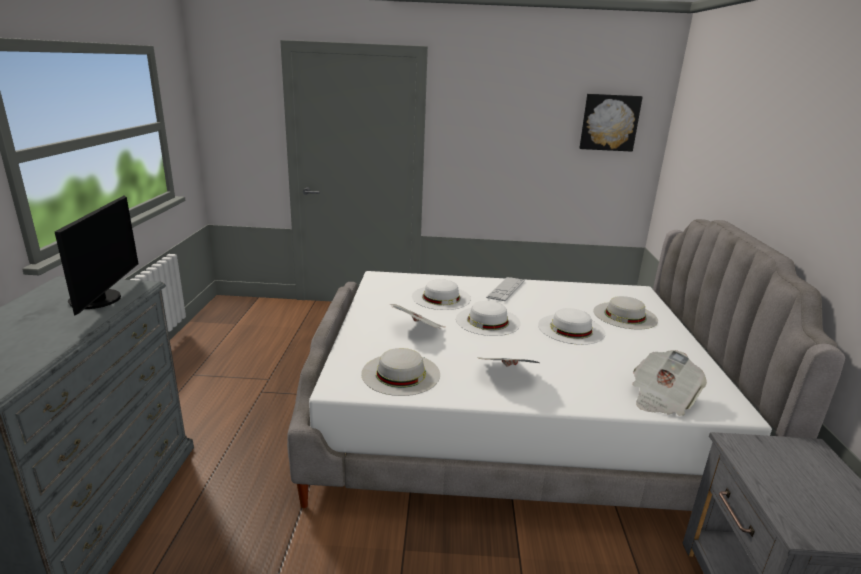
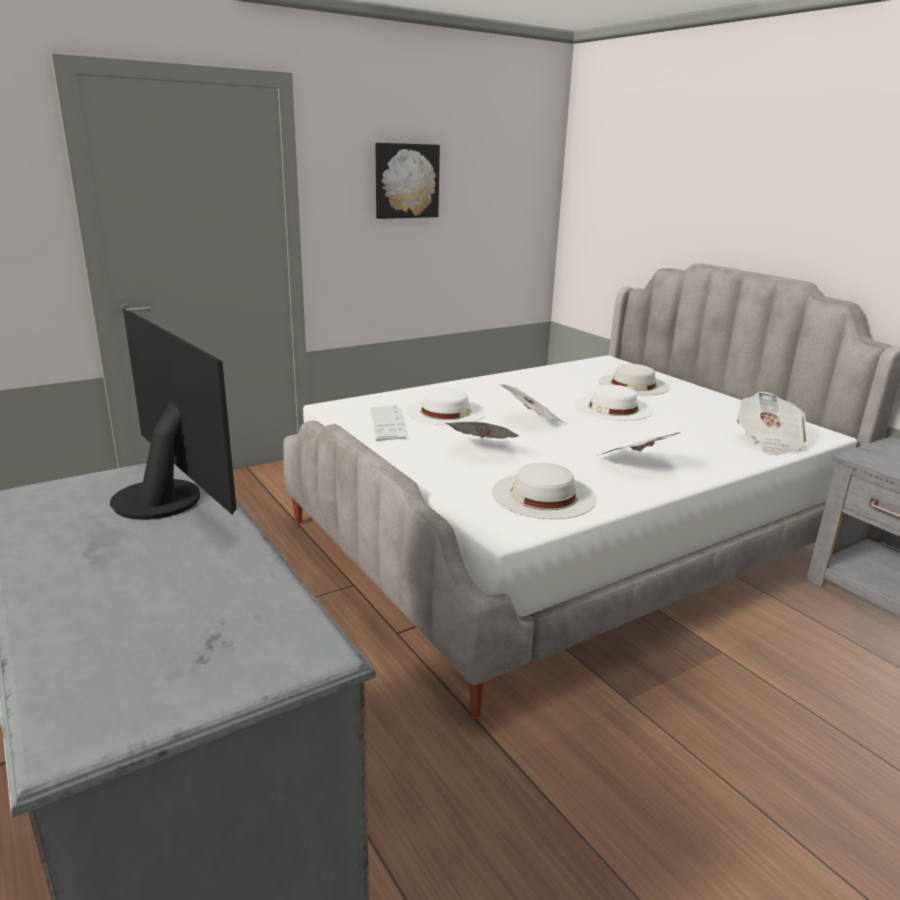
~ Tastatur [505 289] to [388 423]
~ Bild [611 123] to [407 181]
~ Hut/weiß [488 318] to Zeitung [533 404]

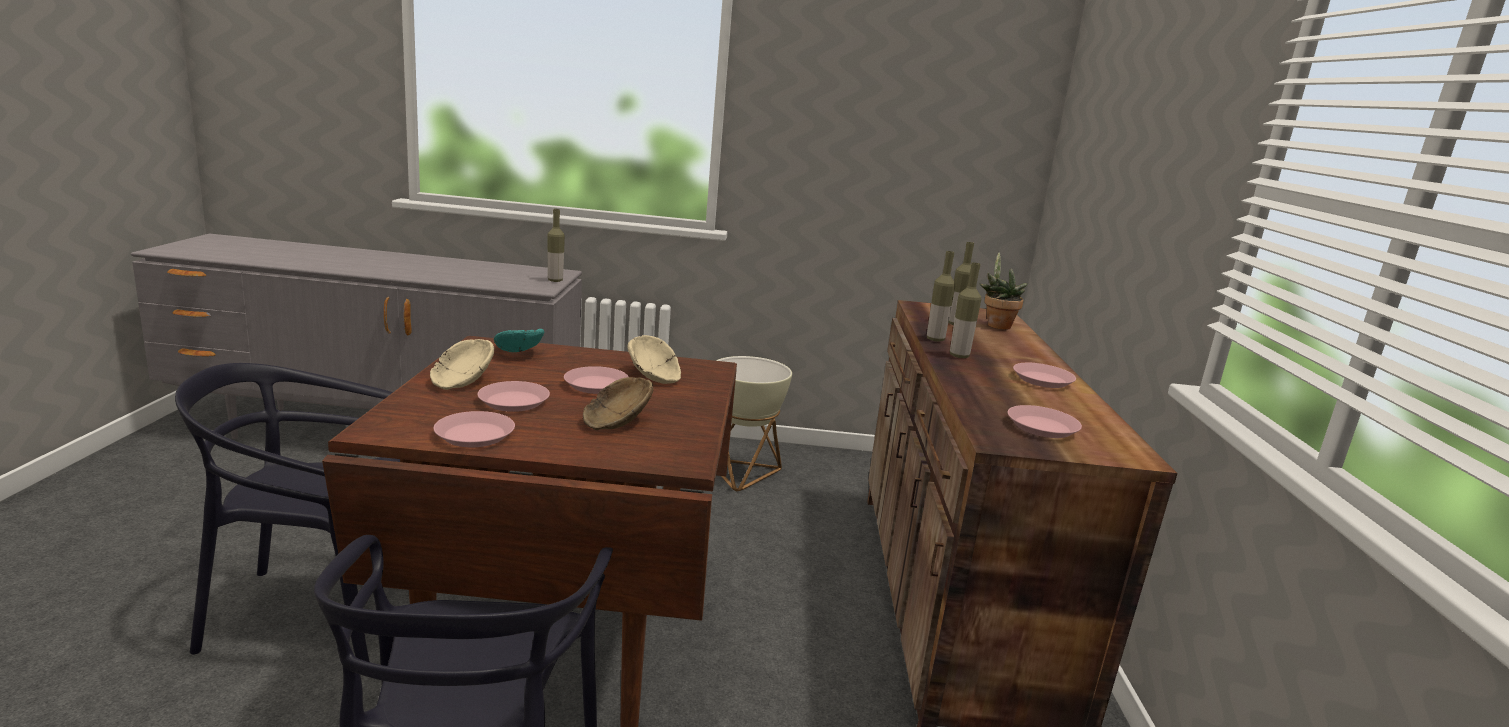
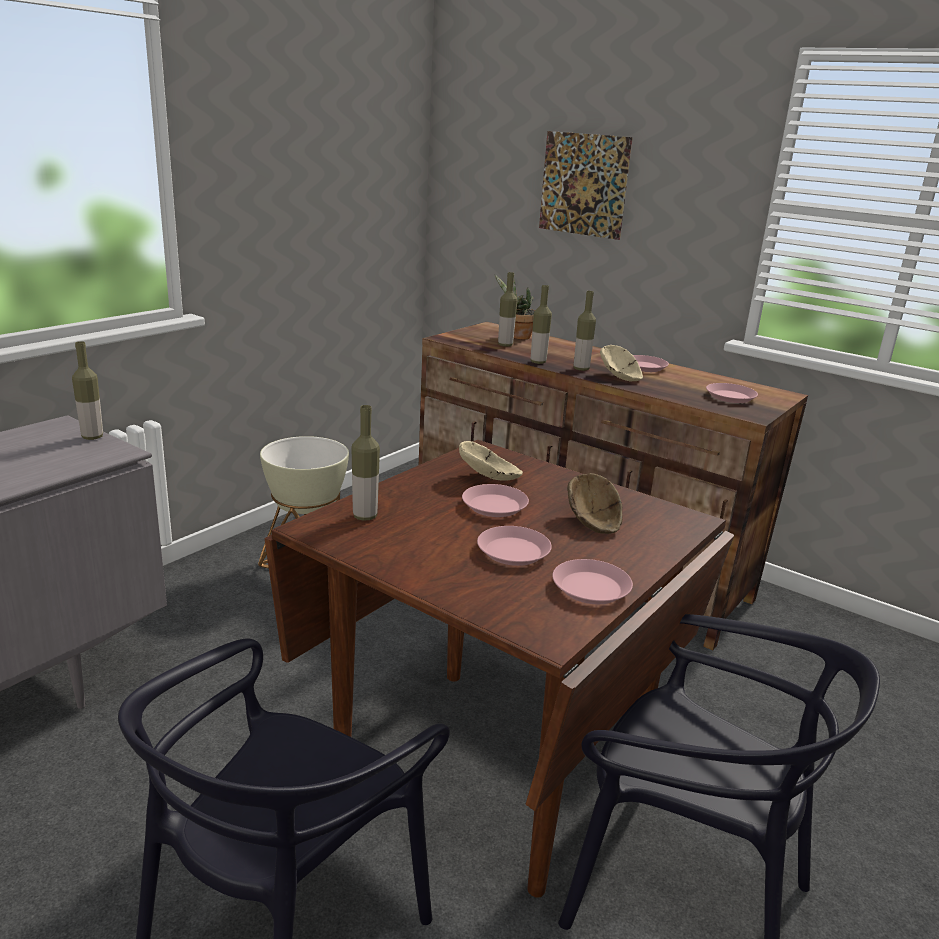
+ Bild [586 185]
~ Schüssel/beige [462 364] to [621 363]
~ Schüssel/türkis [519 340] to Flasche [366 463]

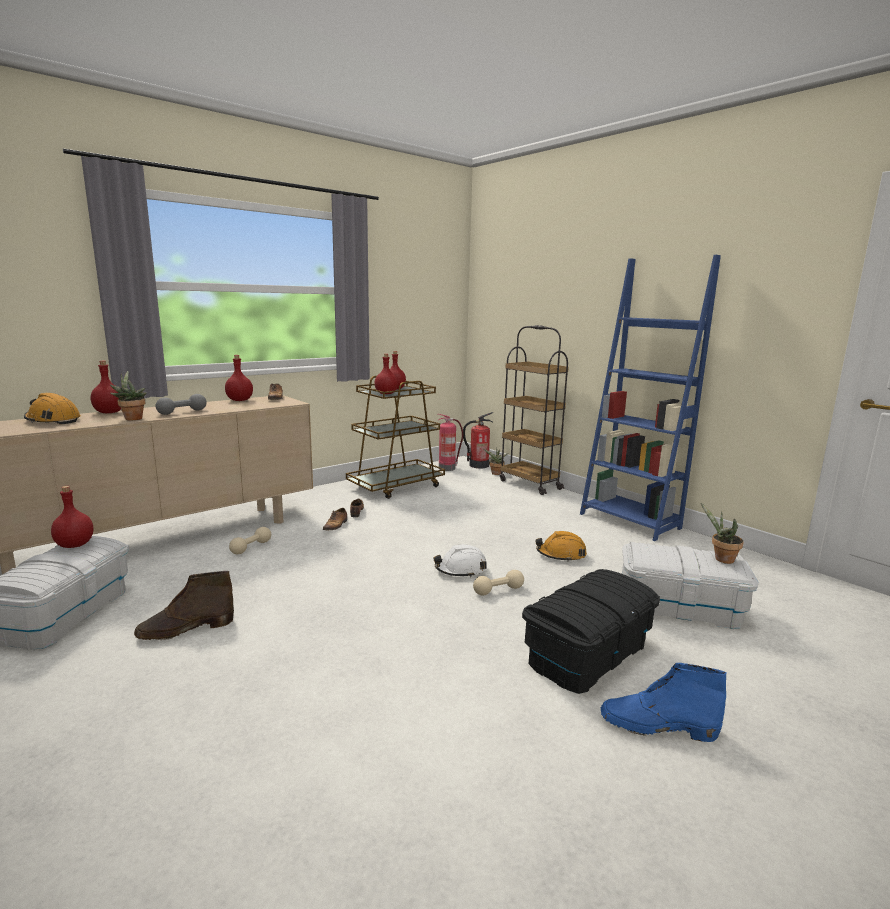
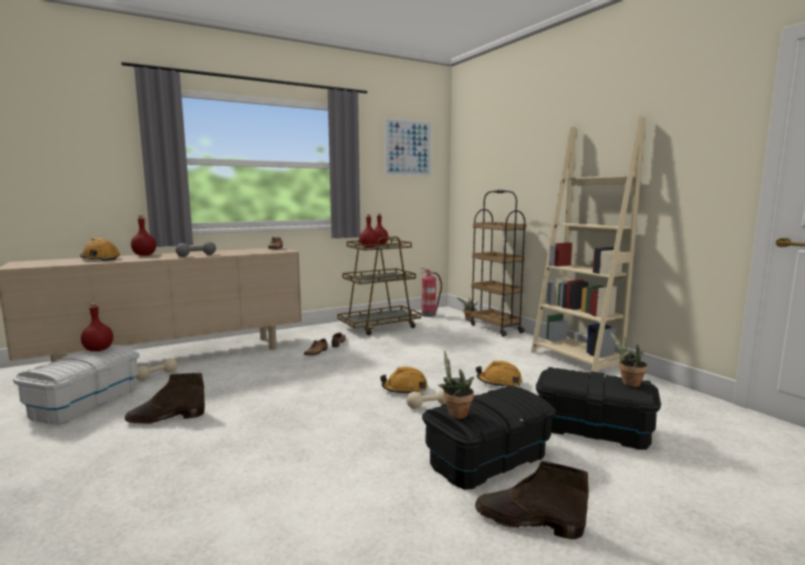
- Flasche/rot [239 378]
- Feuerlöscher [478 440]
+ Bild [408 147]
~ Topfpflanze [128 395] to [456 385]
~ Hantel/beige [250 540] to [156 369]
~ Schutzhelm/weiß [460 561] to Schutzhelm/orange [404 380]
~ Bücherregal/blau [650 398] to Bücherregal/beige [588 244]
~ Stiefel/blau [663 702] to Stiefel/braun [532 500]
~ Aufbewahrungsbox/weiß [690 585] to Aufbewahrungsbox/schwarz [598 408]

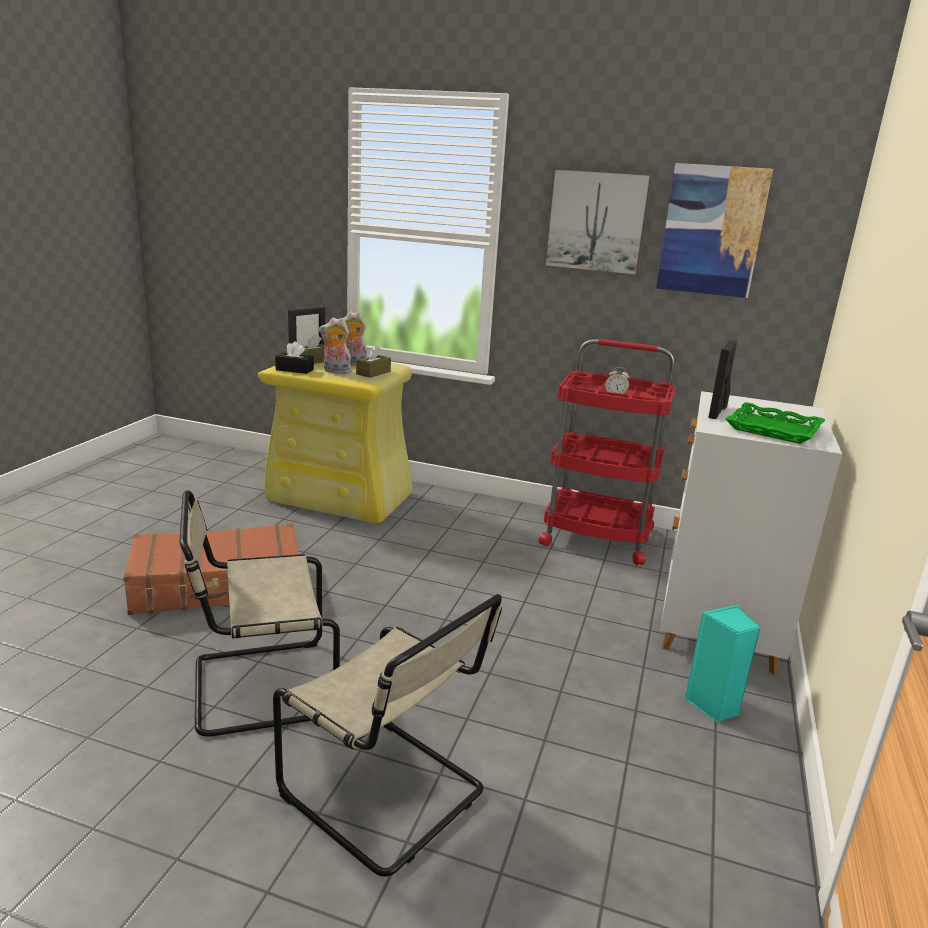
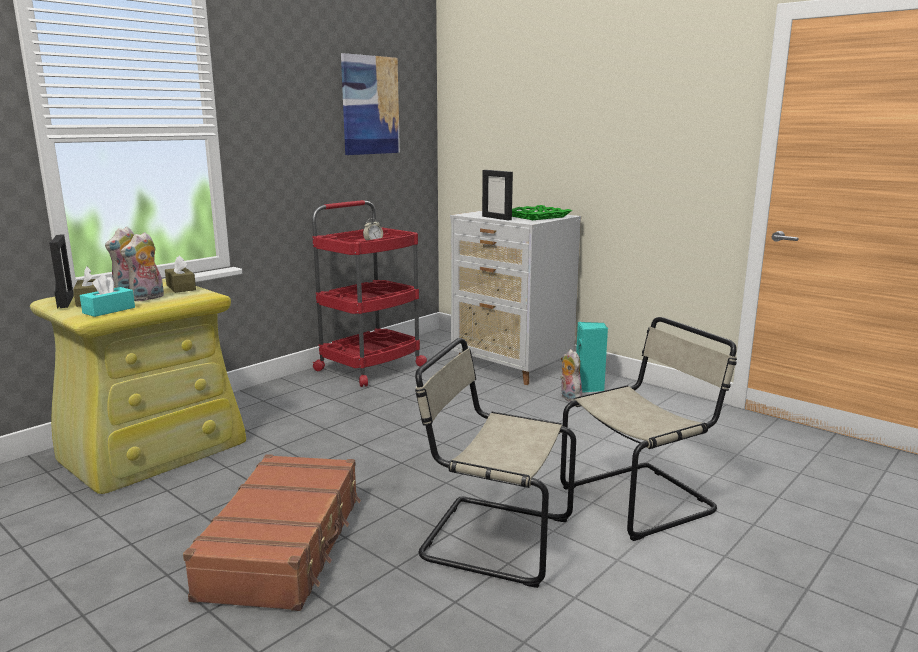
- Bild [598 222]
+ Plüschtier [571 375]
~ Taschentuchbox/schwarz [294 357] to Taschentuchbox/türkis [107 295]
~ Stuhl/beige [259 613] = [495 463] 105 degrees clockwise

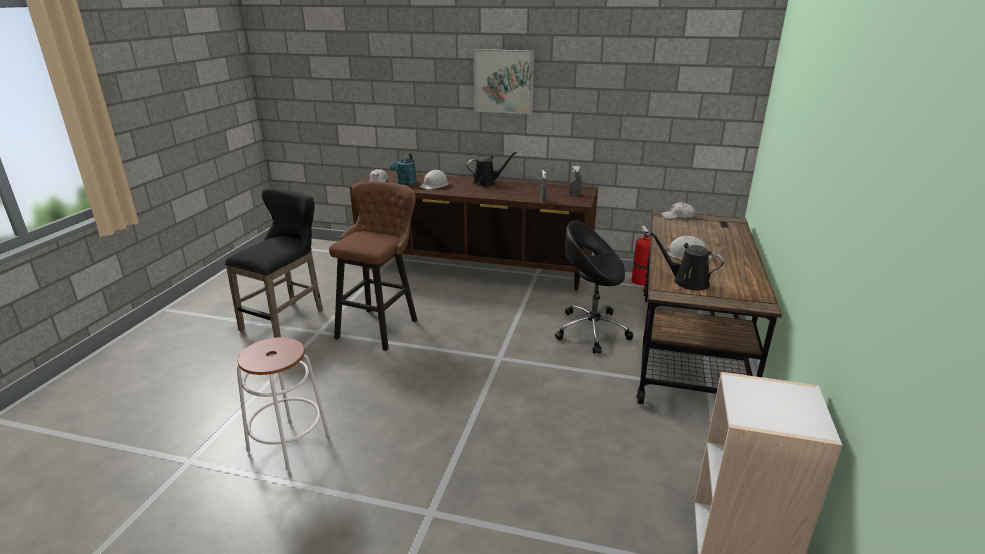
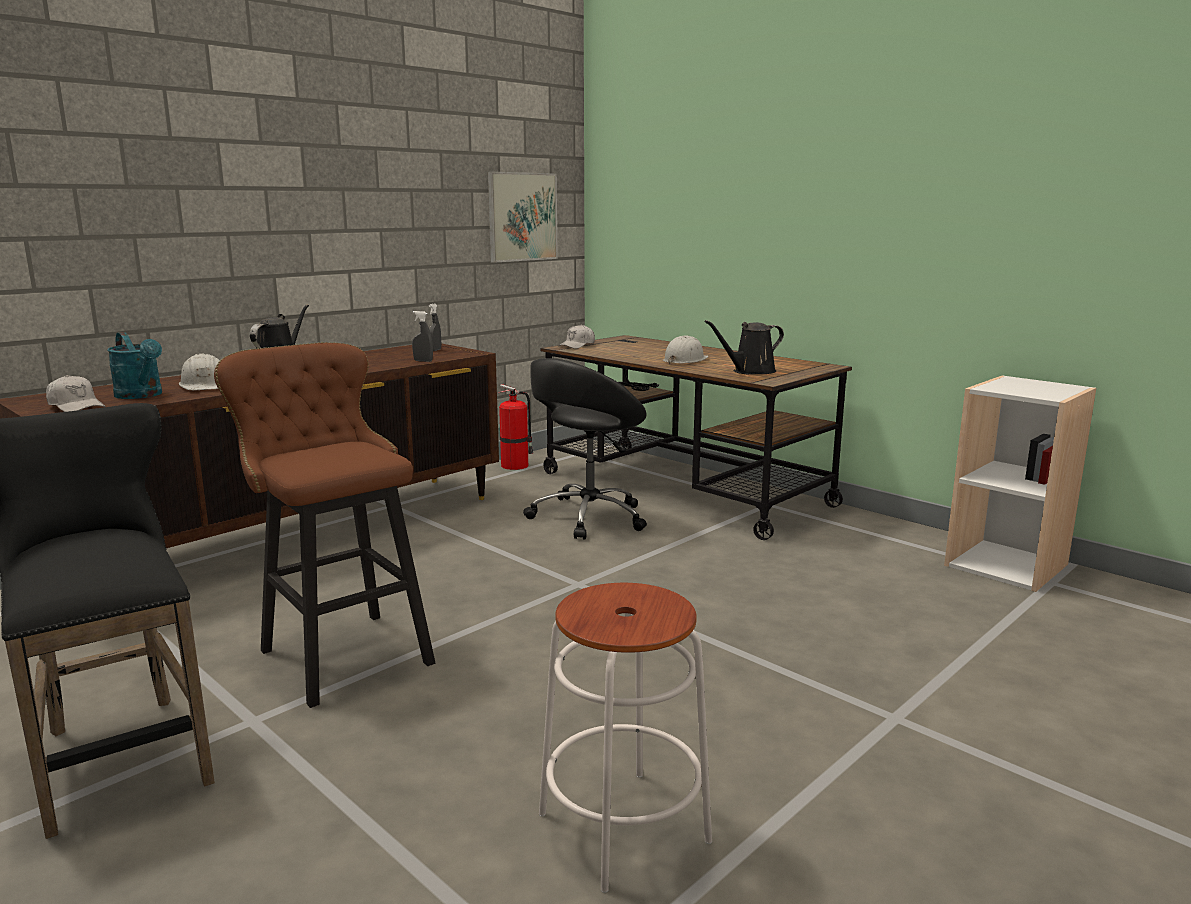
~ Bild [504 81] to [523 217]

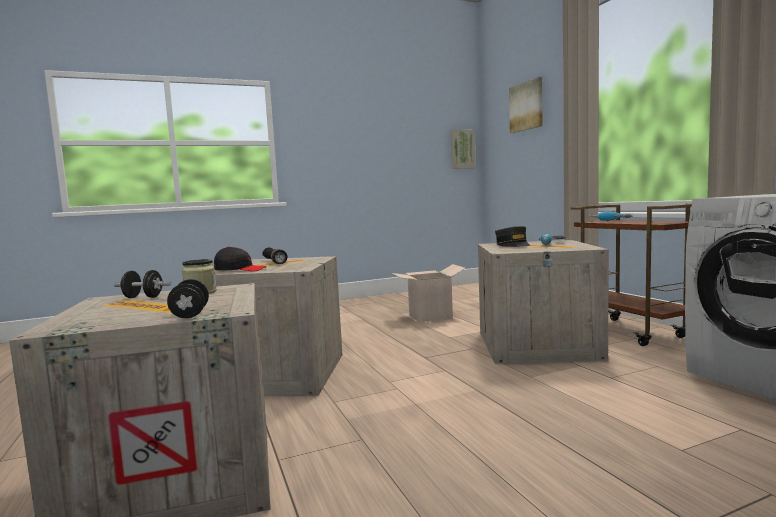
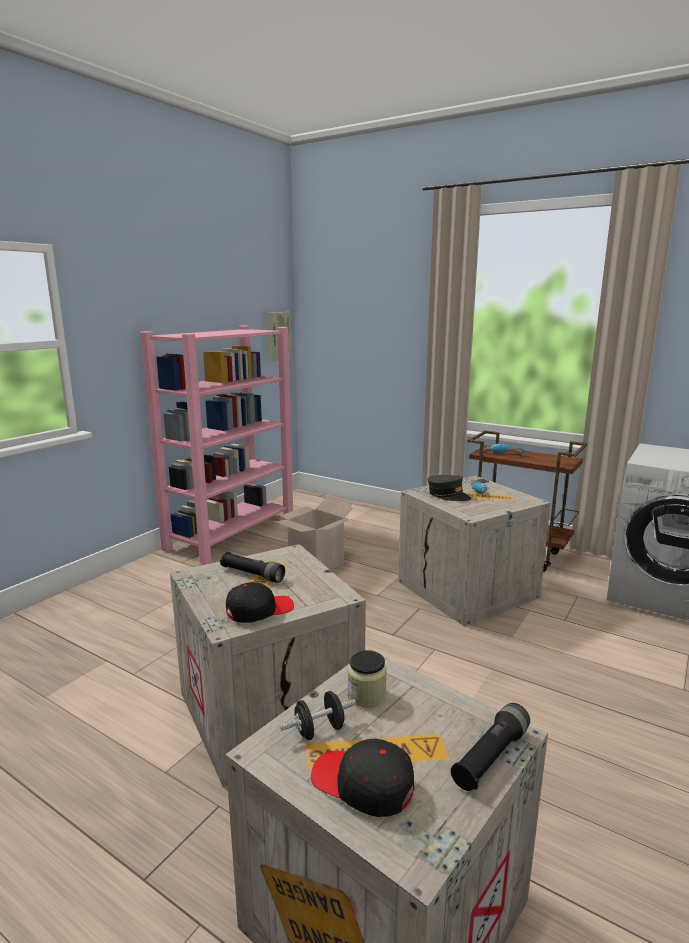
- Bild [526 105]
+ Bücherregal/rosa [216 445]
+ Kappe/schwarz [362 777]
~ Hantel/schwarz [188 298] to Taschenlampe/schwarz [490 747]

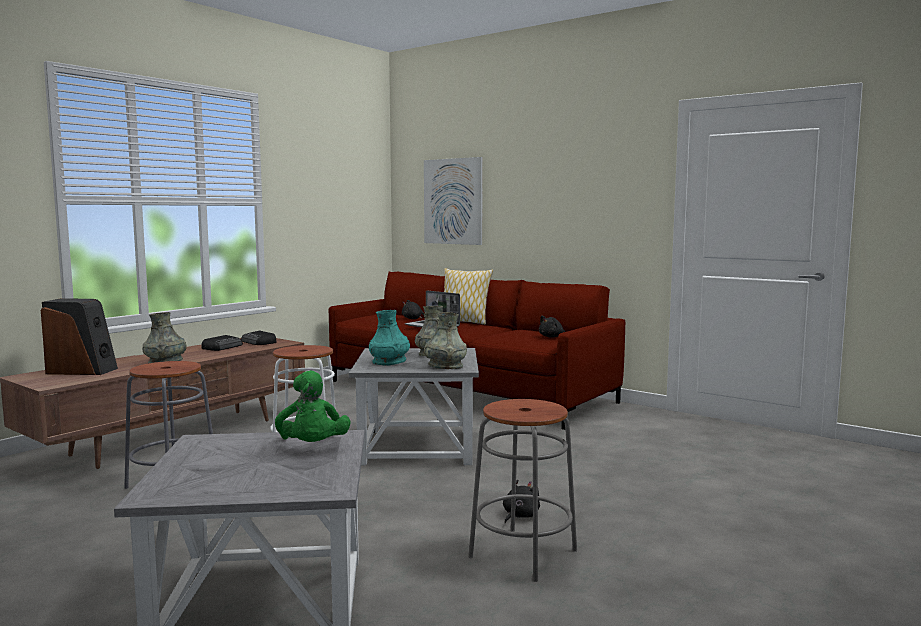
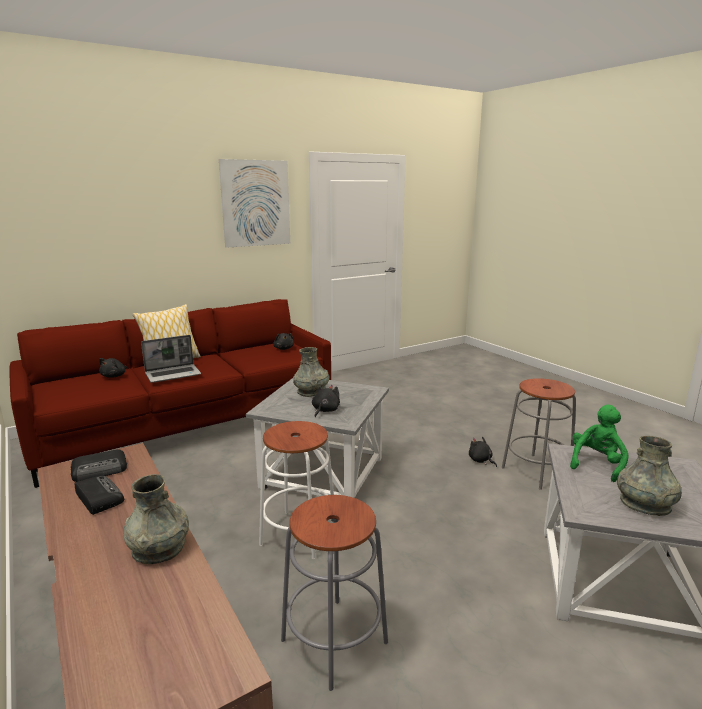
- Lautsprecher [79 336]
~ Bild [453 201] to [254 203]
~ Vase/grau [445 340] to [649 476]
~ Vase/türkis [389 338] to Plüschtier/schwarz [326 400]
~ Plüschtier/grün [313 406] = [599 443] 60 degrees counterclockwise

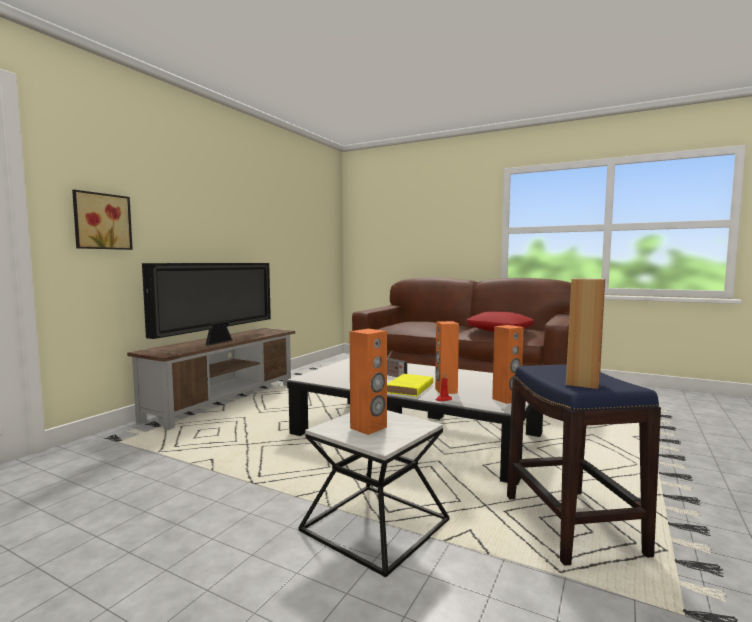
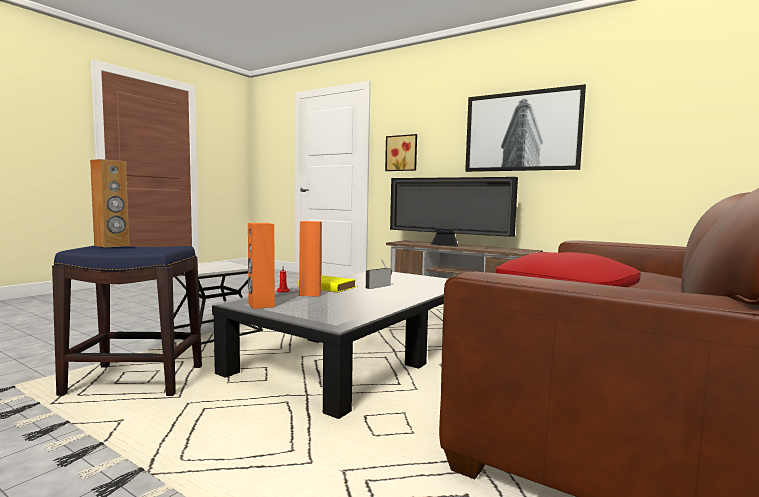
- Lautsprecher/orange [368 382]
+ Bild [525 128]

